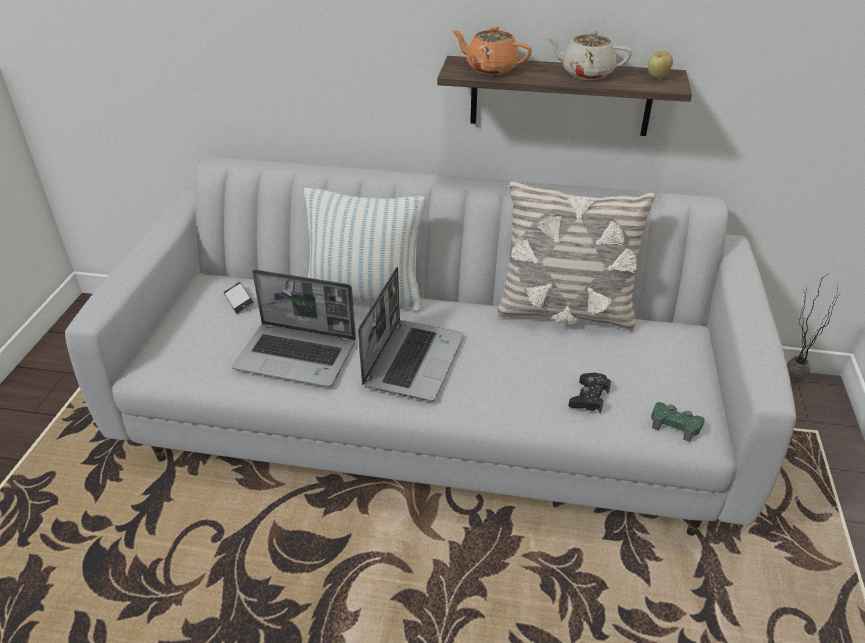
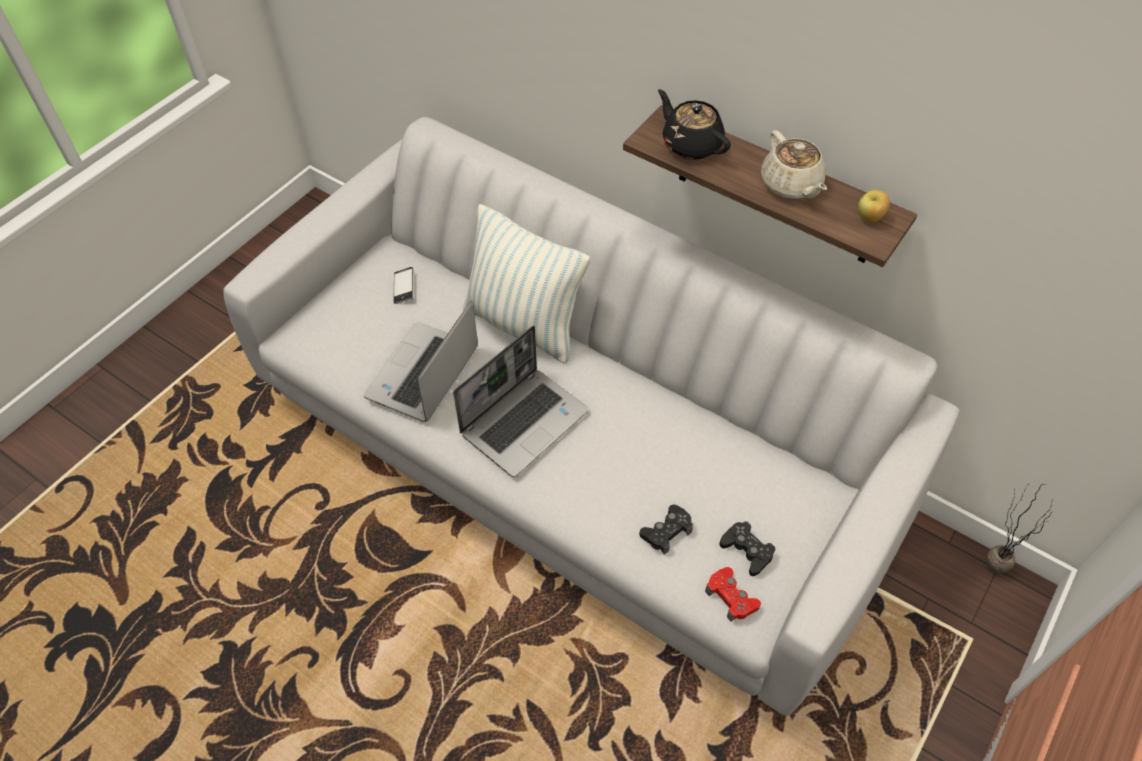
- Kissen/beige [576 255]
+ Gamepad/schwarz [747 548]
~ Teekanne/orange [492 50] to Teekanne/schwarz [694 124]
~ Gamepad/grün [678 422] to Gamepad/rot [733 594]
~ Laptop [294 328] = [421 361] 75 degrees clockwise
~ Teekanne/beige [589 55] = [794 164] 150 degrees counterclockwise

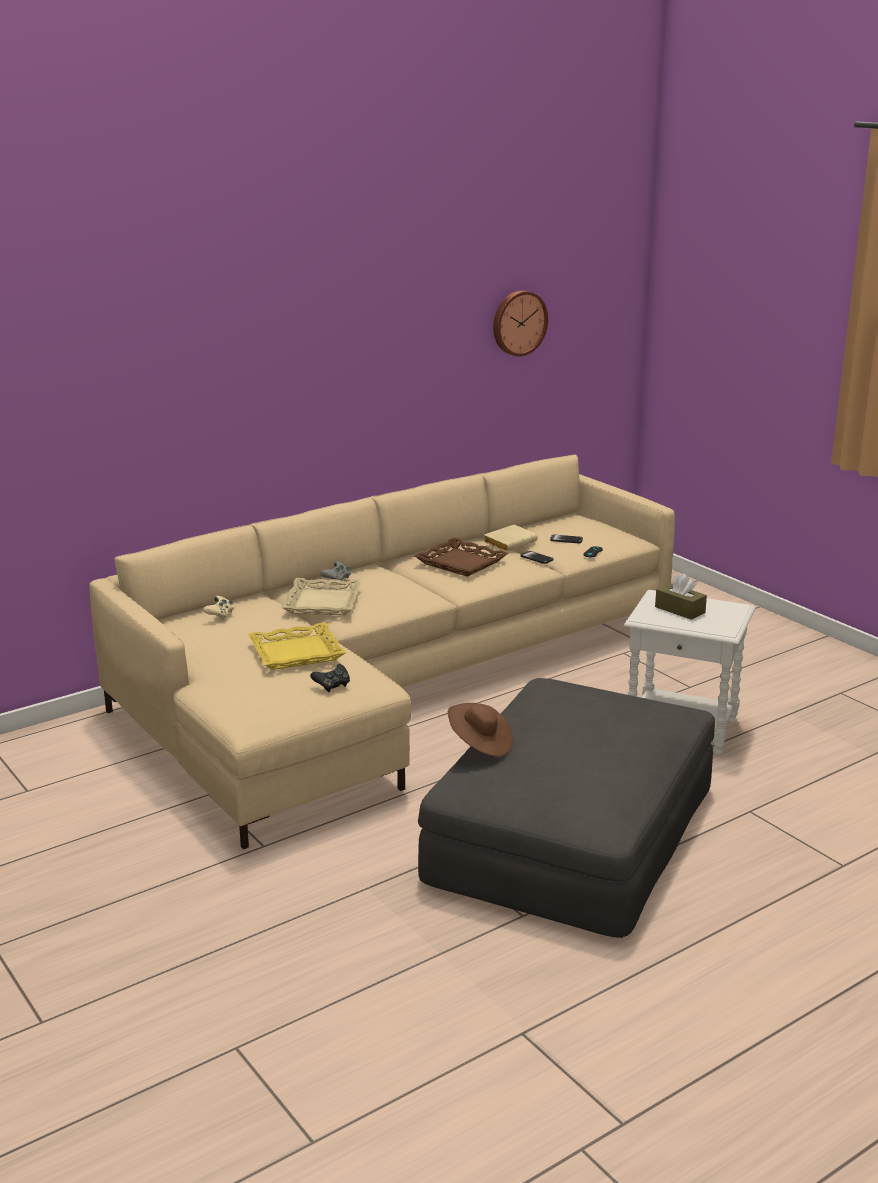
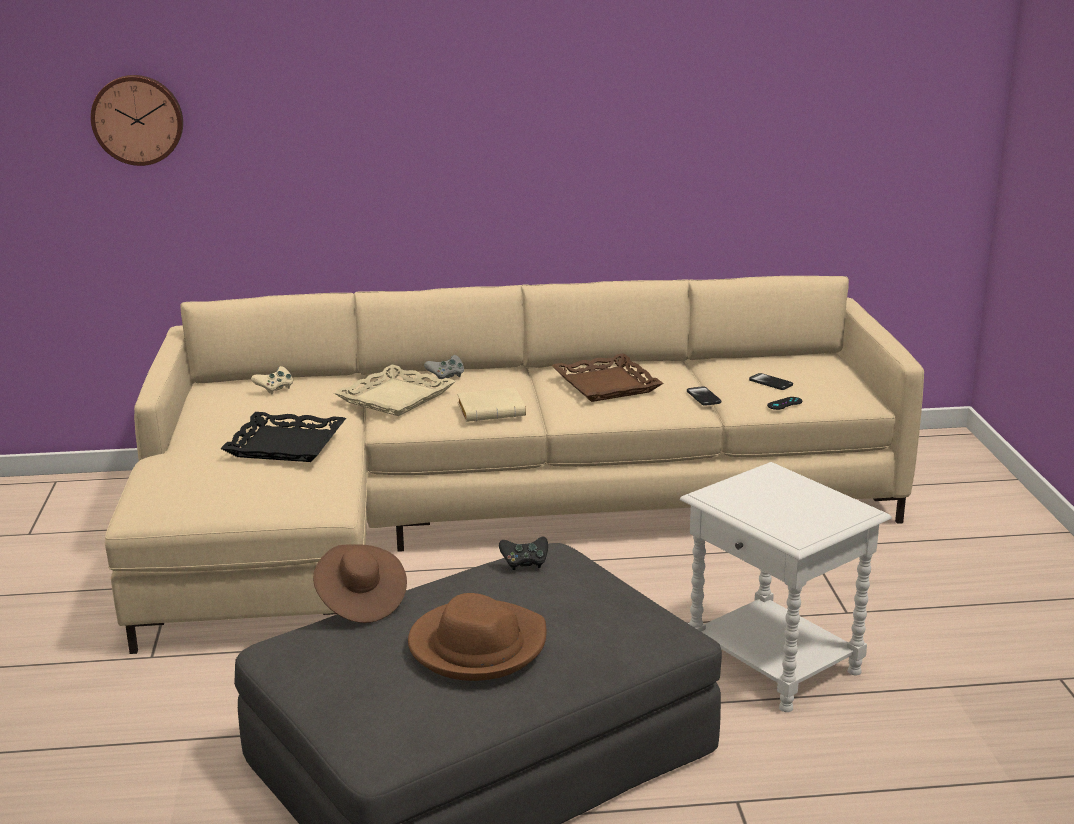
- Taschentuchbox/braun [681 597]
+ Hut/braun [477 637]
~ Gamepad/schwarz [330 678] to [523 553]
~ Buch/beige [510 538] to [491 405]
~ Wanduhr [520 324] to [137 120]
~ Tablett/gelb [297 646] to Tablett/schwarz [283 437]

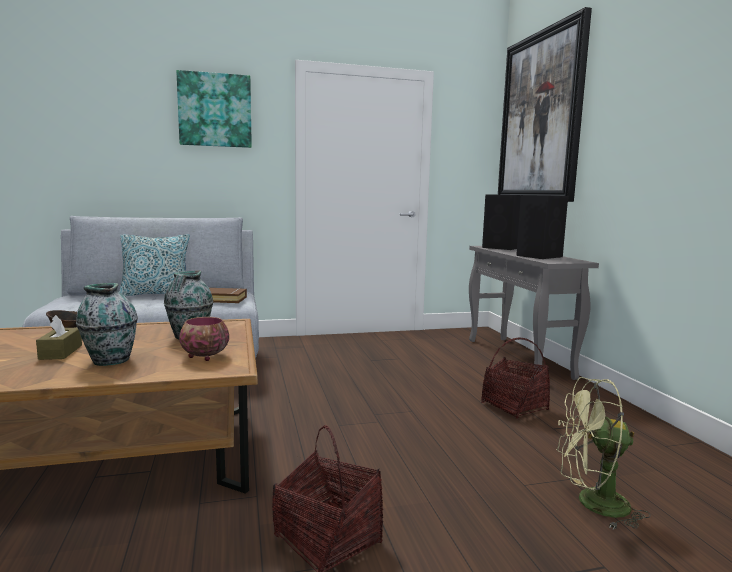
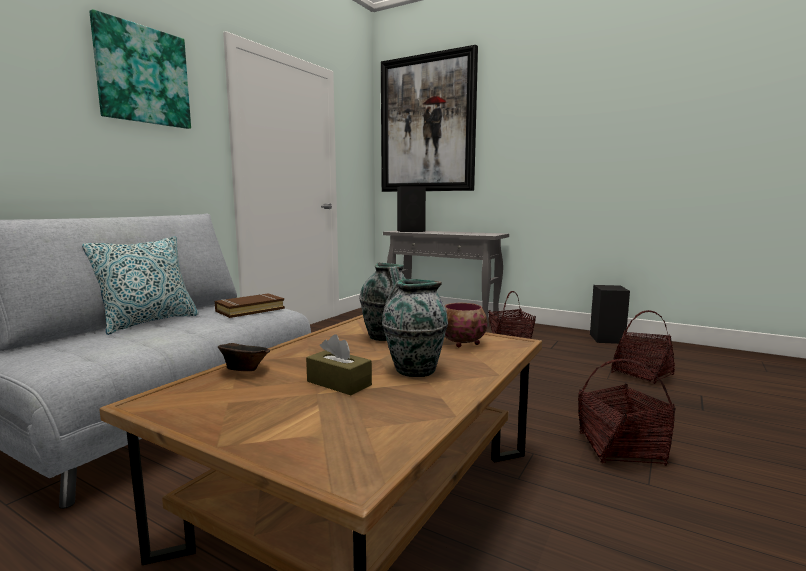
~ Lautsprecher/schwarz [542 227] to [610 314]
~ Ventilator/grün [603 453] to Korb [643 347]

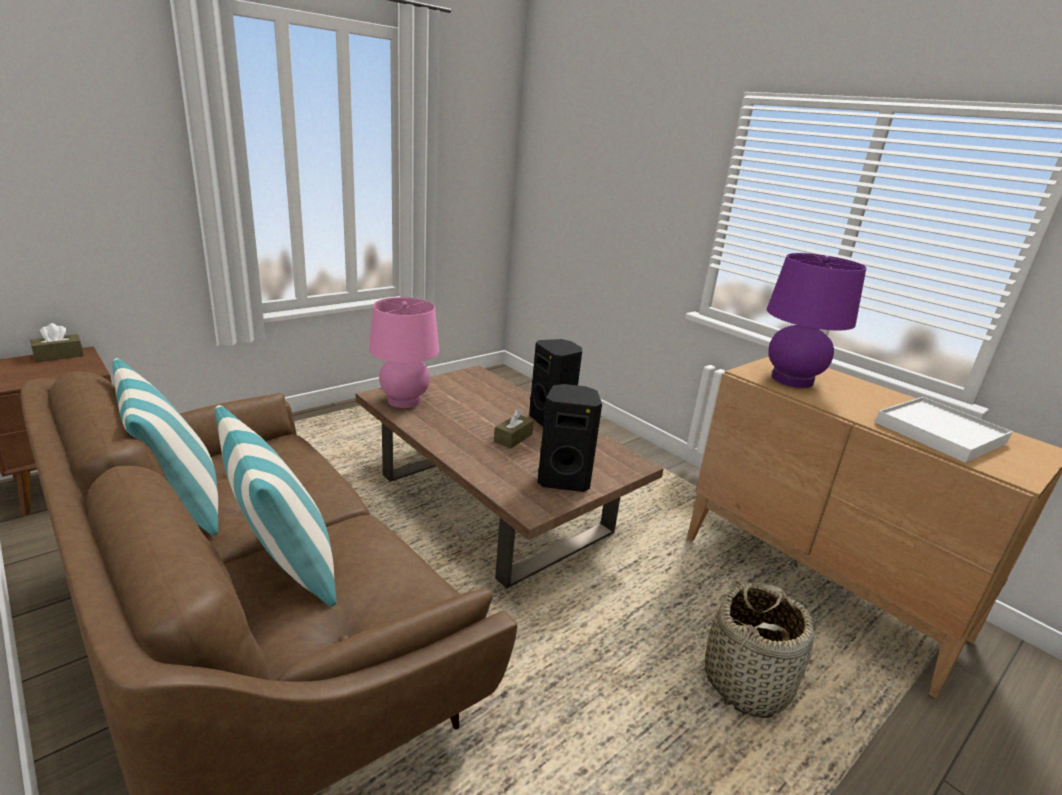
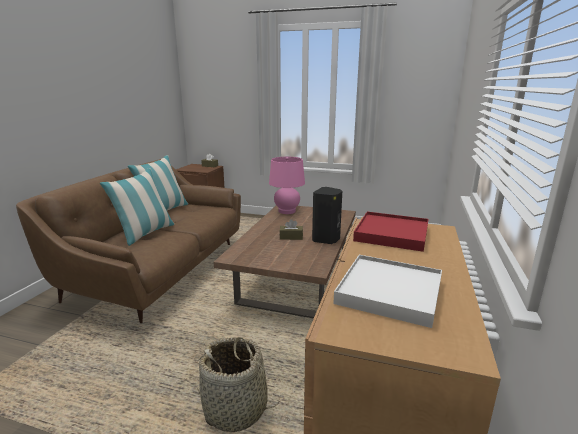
- Lautsprecher/schwarz [570 438]
~ Tischlampe/lila [816 320] to Tablett/rot [391 232]

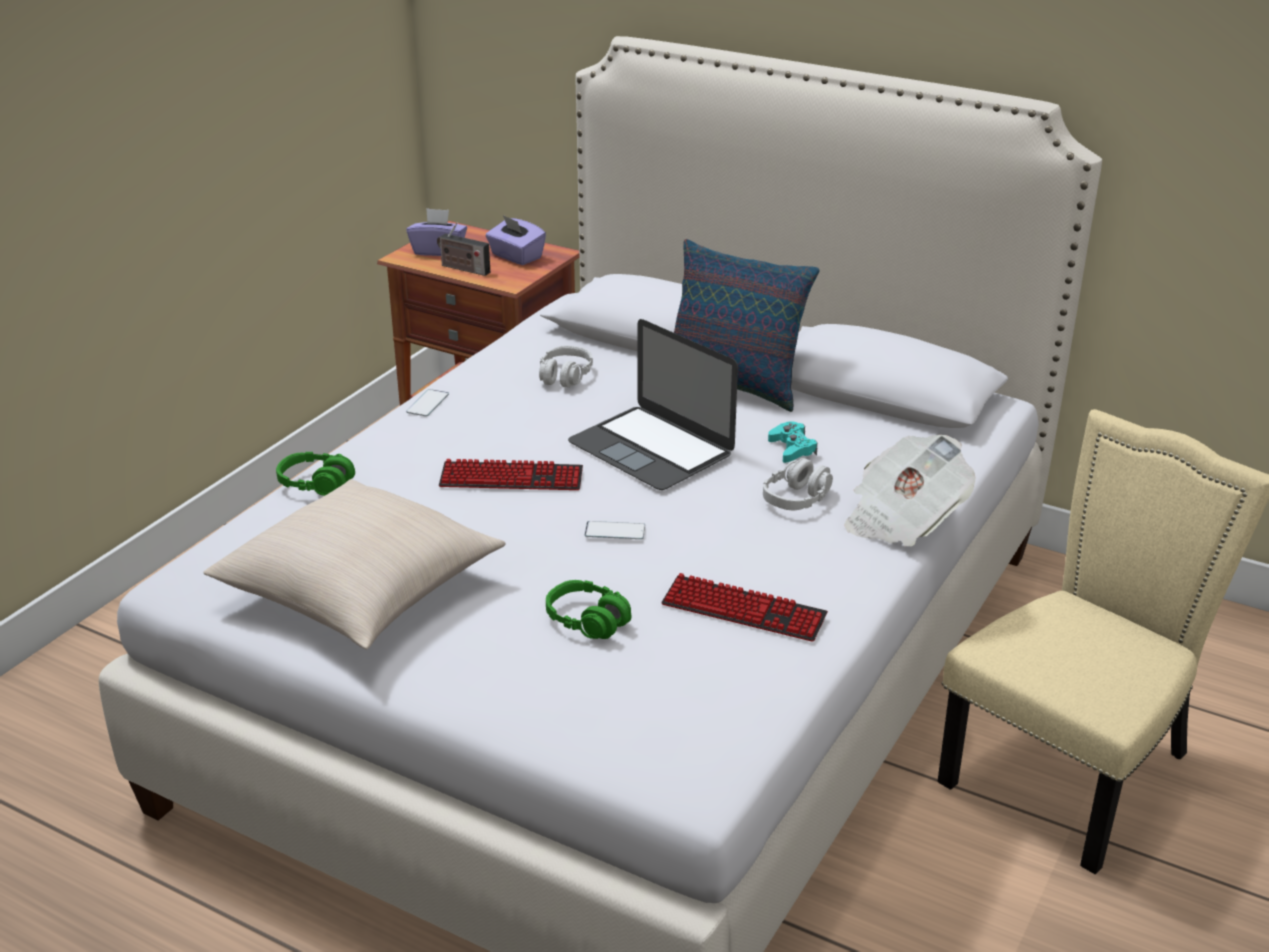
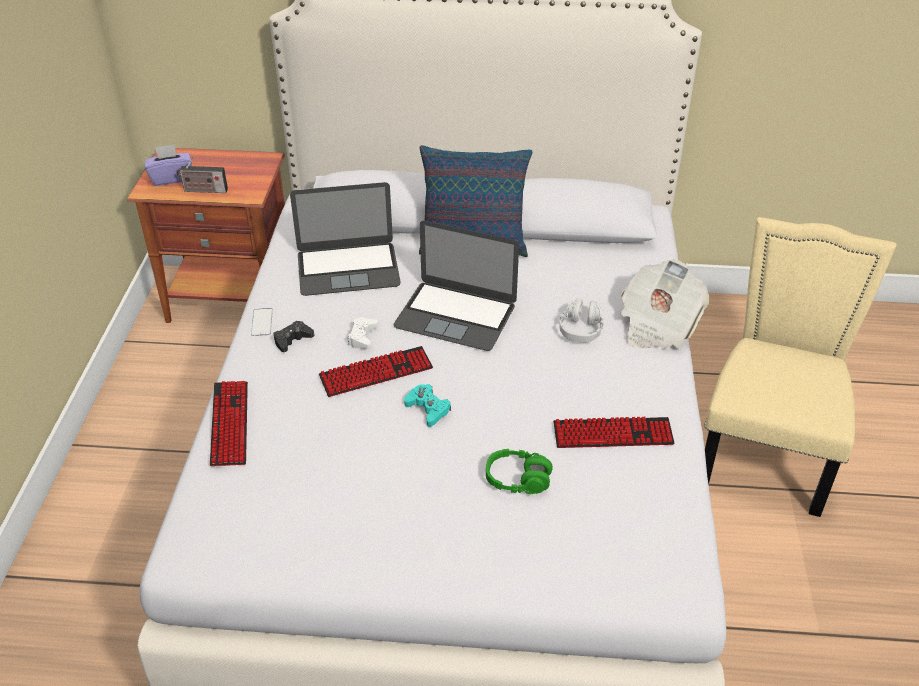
- Kissen/beige [354 564]
- Taschentuchbox/lila [516 240]
- Handy [615 530]
+ Gamepad/schwarz [293 336]
+ Gamepad/weiß [363 333]
~ Gamepad/türkis [792 442] to [427 405]
~ Kopfhörer/grün [315 474] to Tastatur [229 423]
~ Kopfhörer/grau [566 367] to Laptop [345 239]

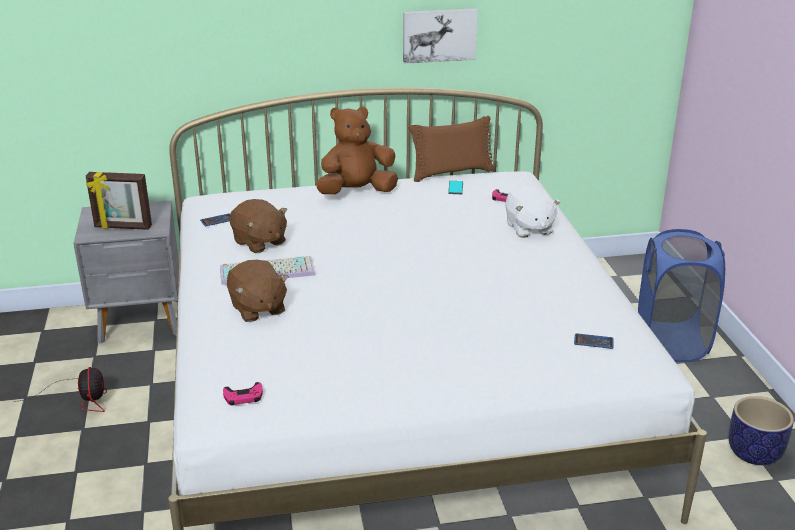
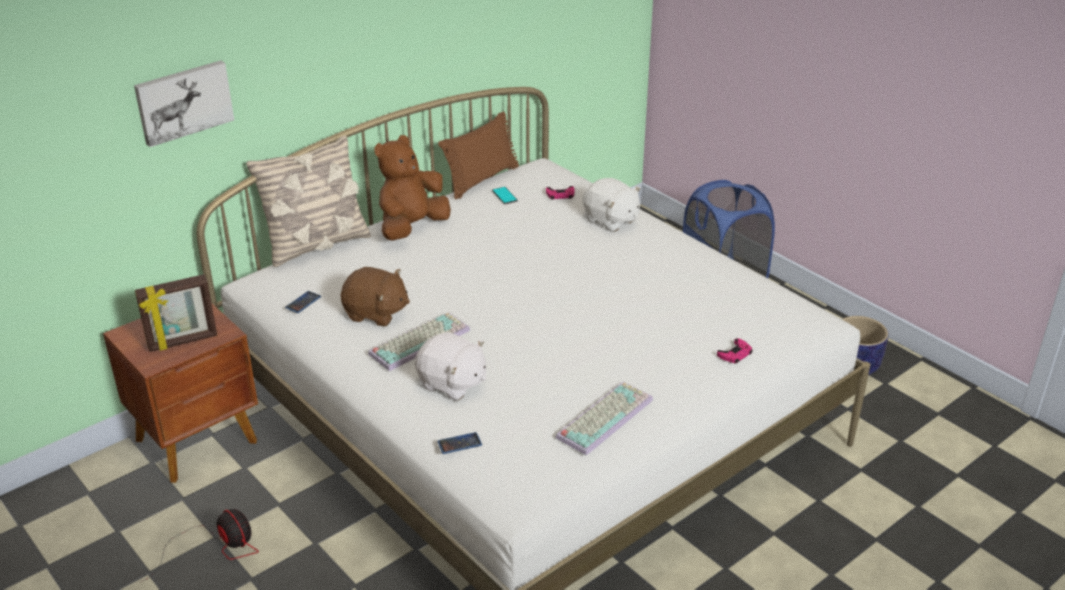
+ Kissen/beige [308 201]
+ Tastatur [604 418]
~ Gamepad/rosa [243 393] to [735 350]
~ Bild [440 36] to [184 103]
~ Handy [594 341] to [459 443]
~ Nachttisch/grau [126 272] to Nachttisch/braun [180 393]
~ Plüschtier/braun [258 291] to Plüschtier/weiß [450 366]

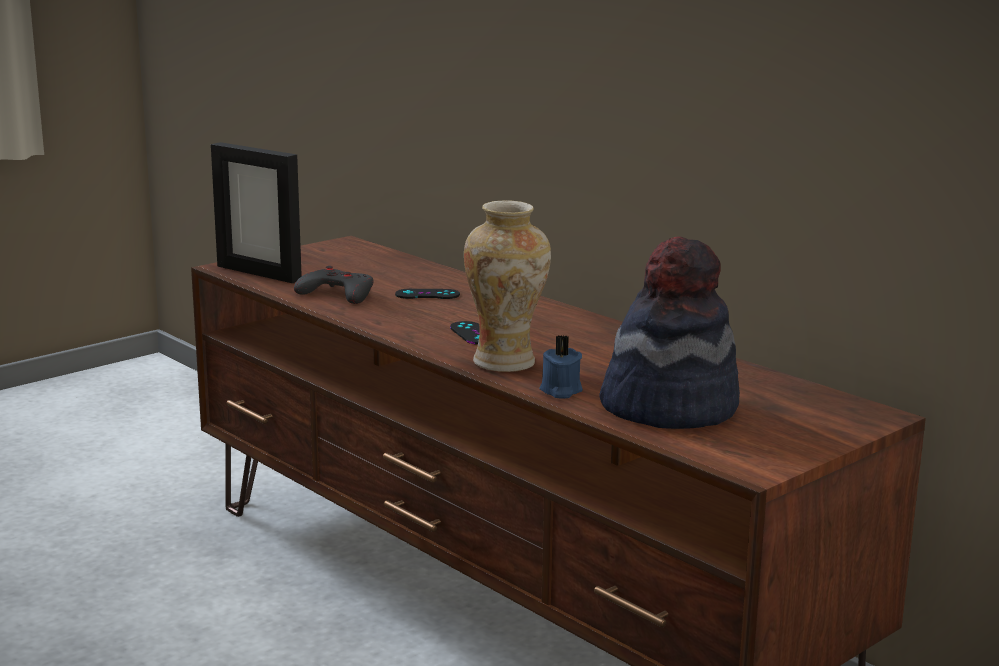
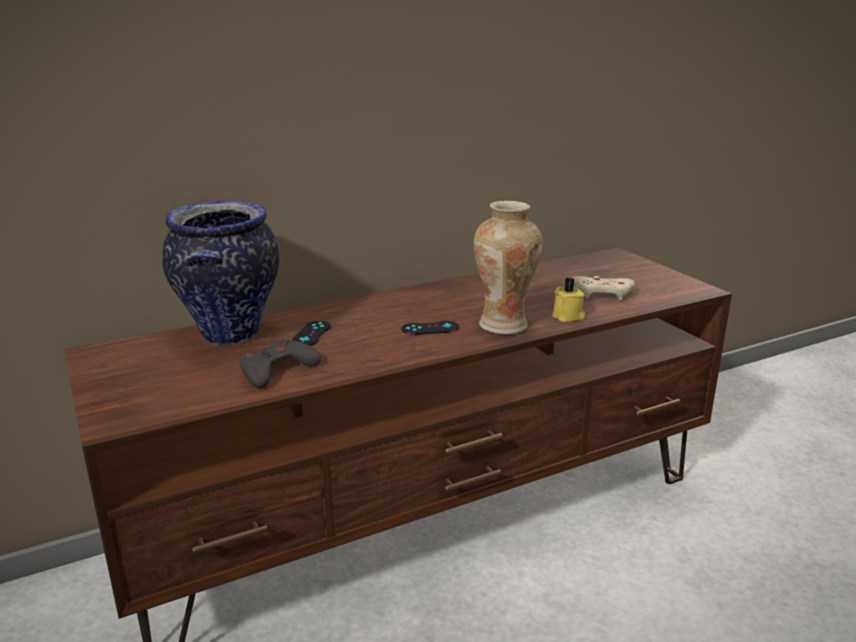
- Bilderrahmen [256 212]
+ Vase [220 272]
~ Hut [669 332] to Gamepad/beige [603 288]
~ Kerze/blau [561 366] to Kerze/gelb [568 300]

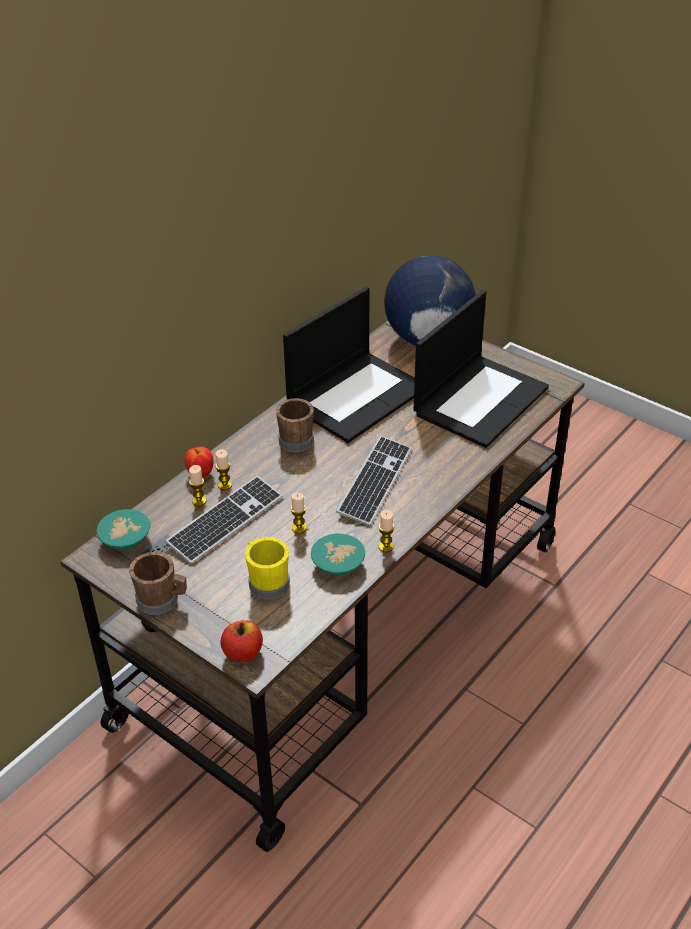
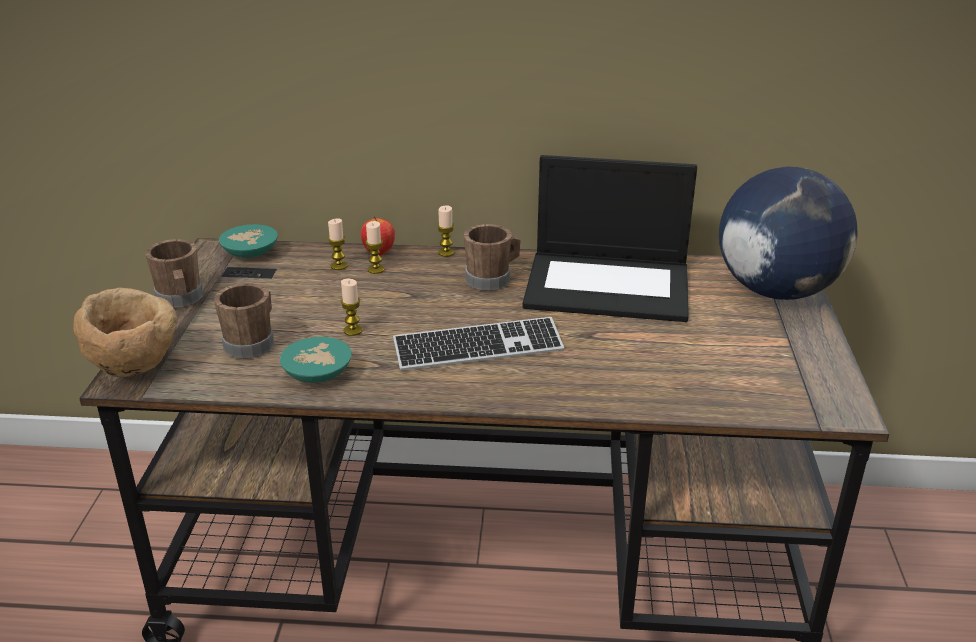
- Tastatur [224 520]
- Laptop [481 369]
~ Kerze [386 531] to [446 231]
~ Apfel [241 641] to Schüssel/braun [125 332]
~ Henkelbecher/gelb [267 568] to Henkelbecher/braun [244 321]

